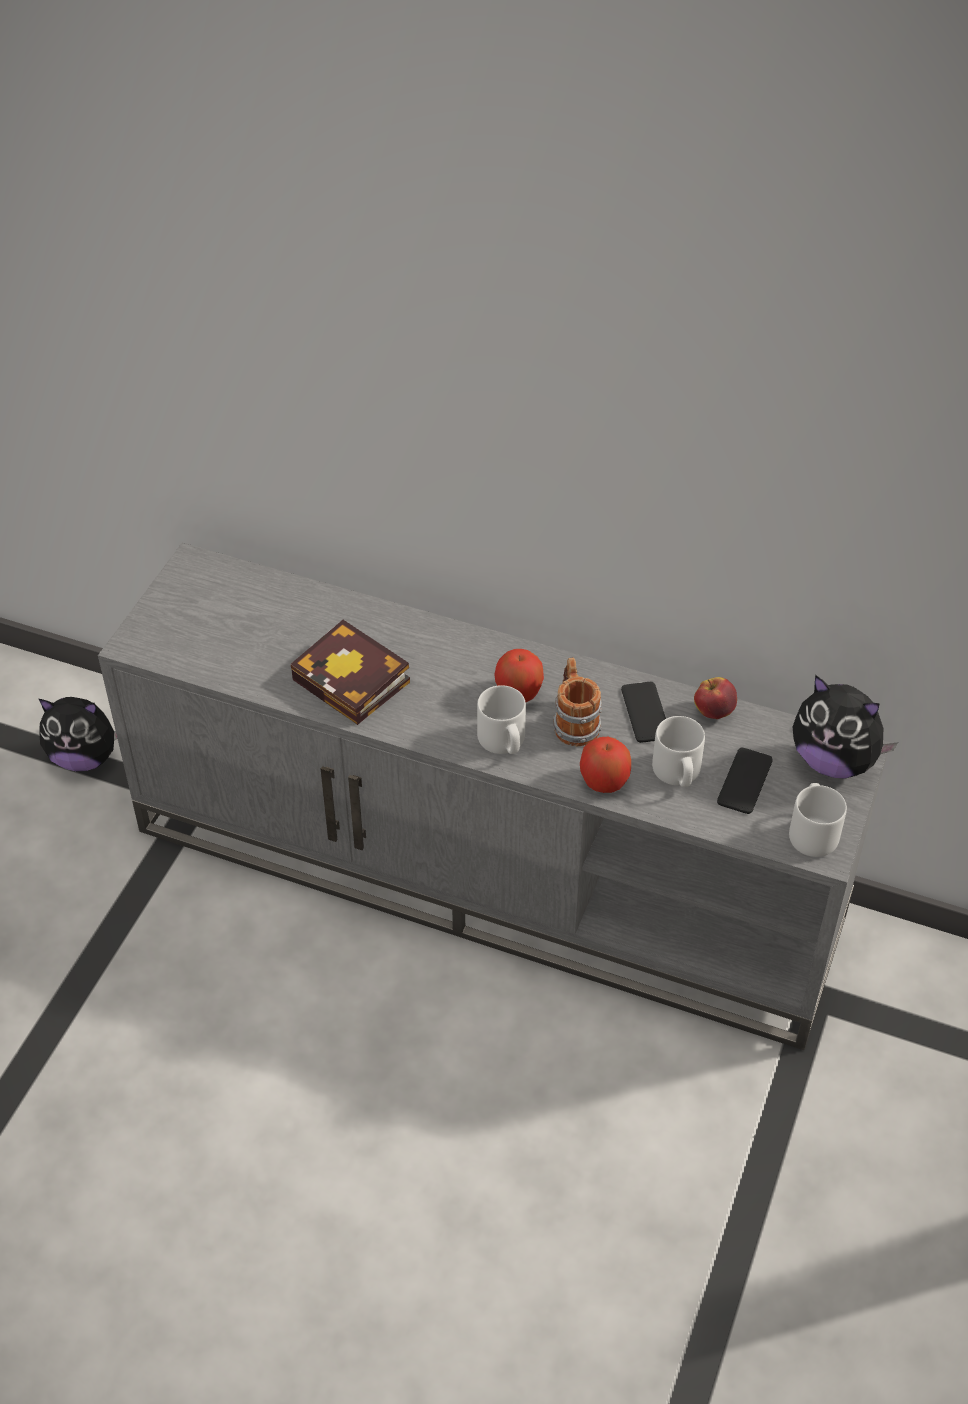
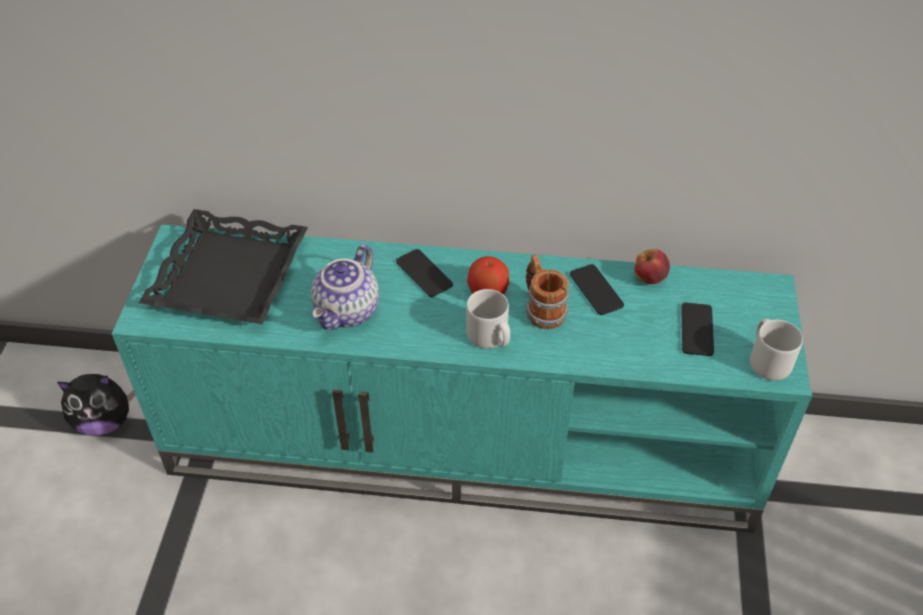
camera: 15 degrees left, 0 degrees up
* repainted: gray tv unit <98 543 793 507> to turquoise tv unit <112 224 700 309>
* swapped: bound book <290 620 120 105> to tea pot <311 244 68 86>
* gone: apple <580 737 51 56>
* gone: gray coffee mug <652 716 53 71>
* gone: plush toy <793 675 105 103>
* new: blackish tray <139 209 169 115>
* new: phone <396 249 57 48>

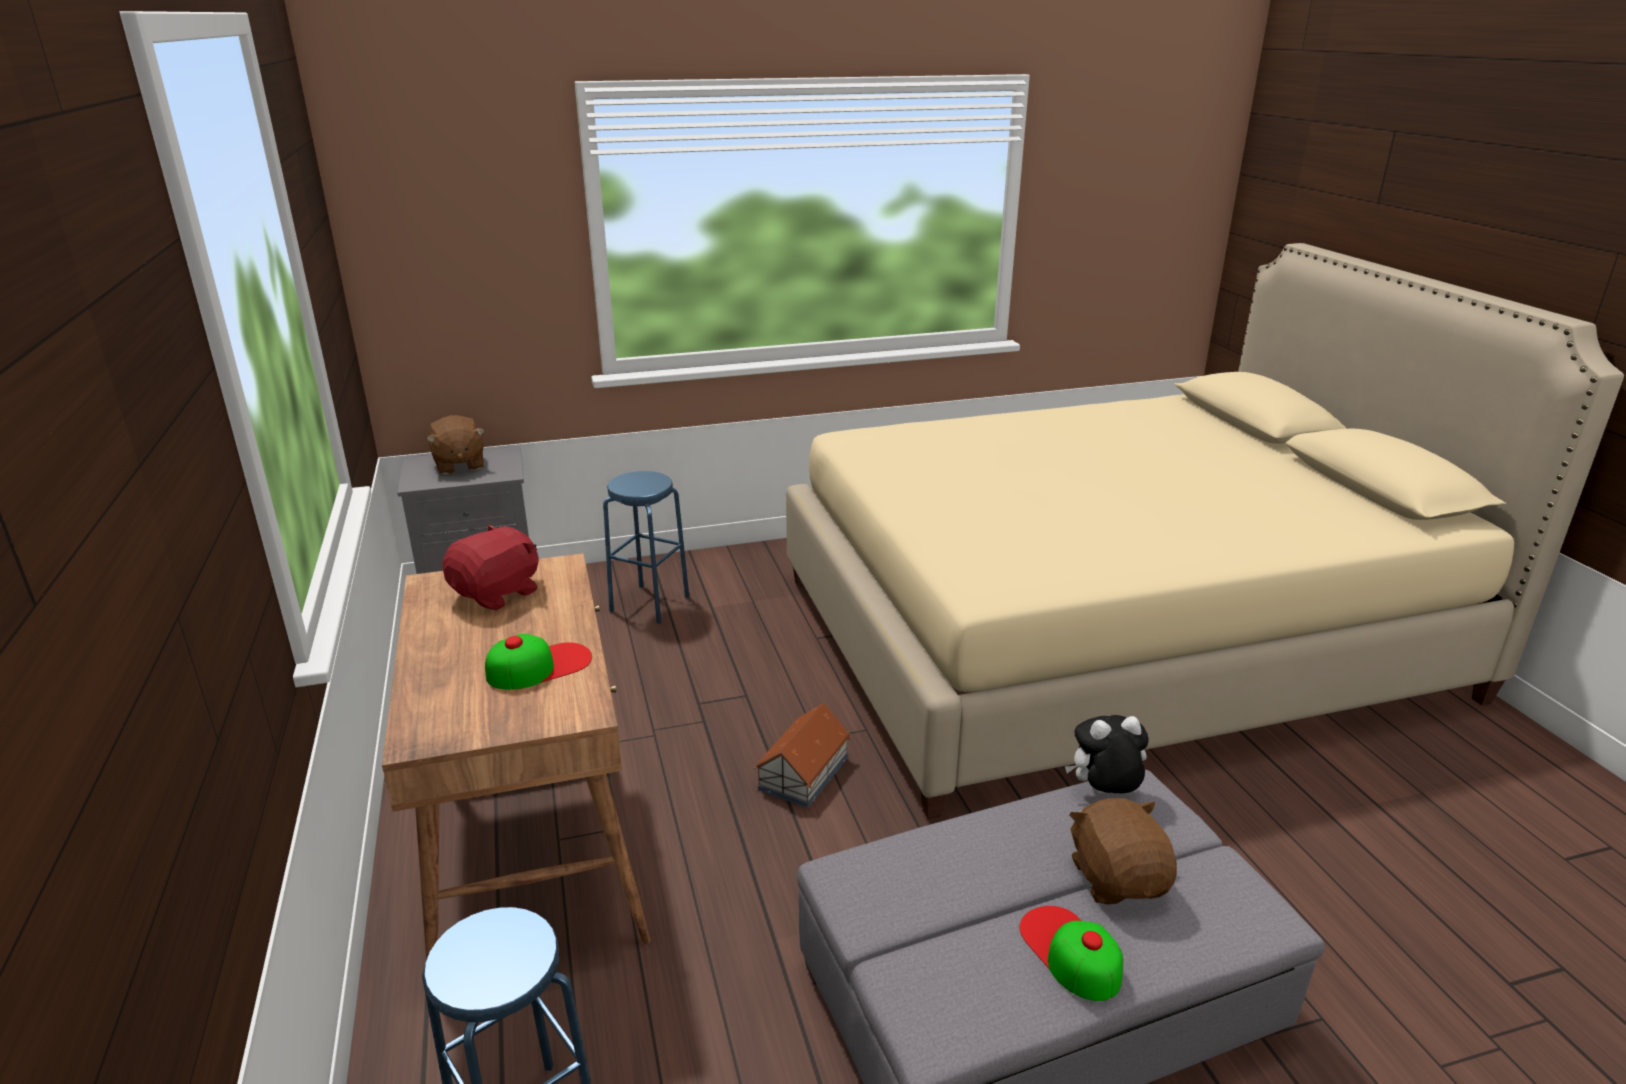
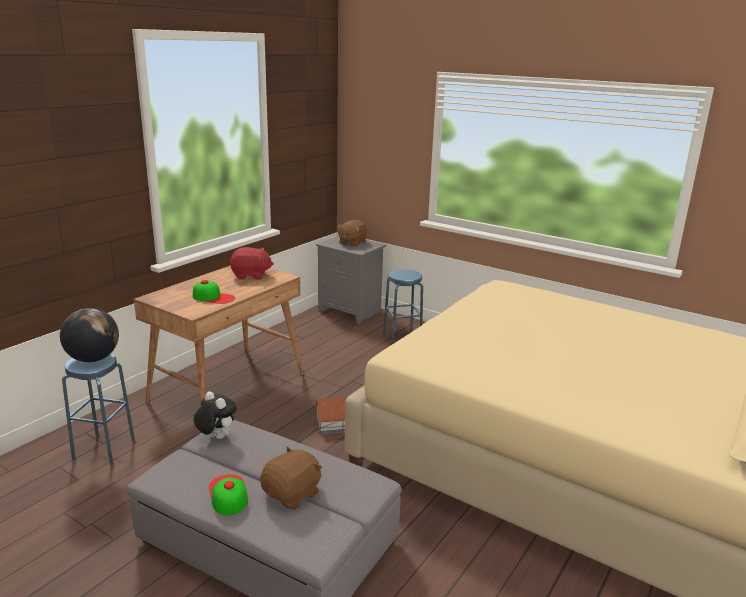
camera: 50 degrees right, 5 degrees down
* rotated: baseball cap <1019 906 104 95> = <209 475 39 40> 45 degrees counterclockwise
* shifted: plush toy <1065 715 84 79> to <193 391 43 48>
* new: desk globe <60 308 59 54>

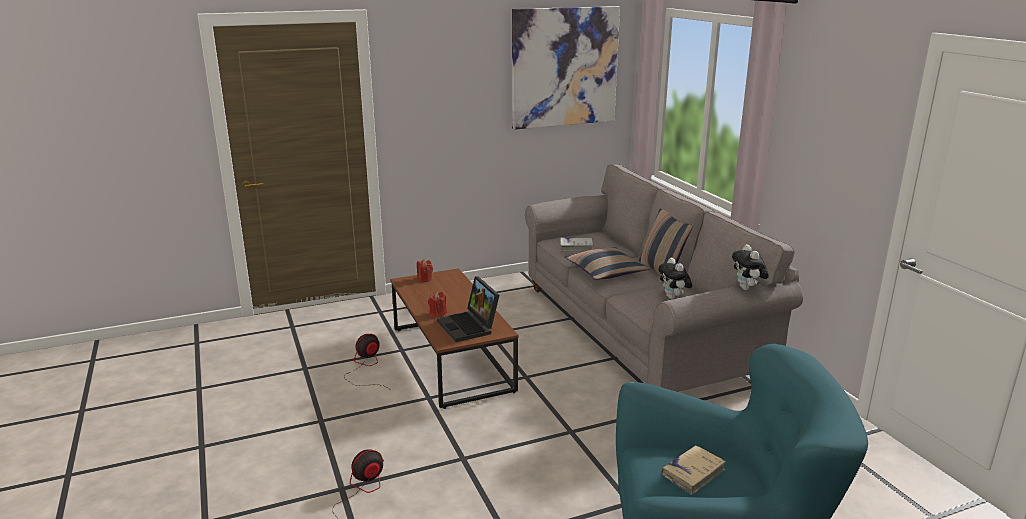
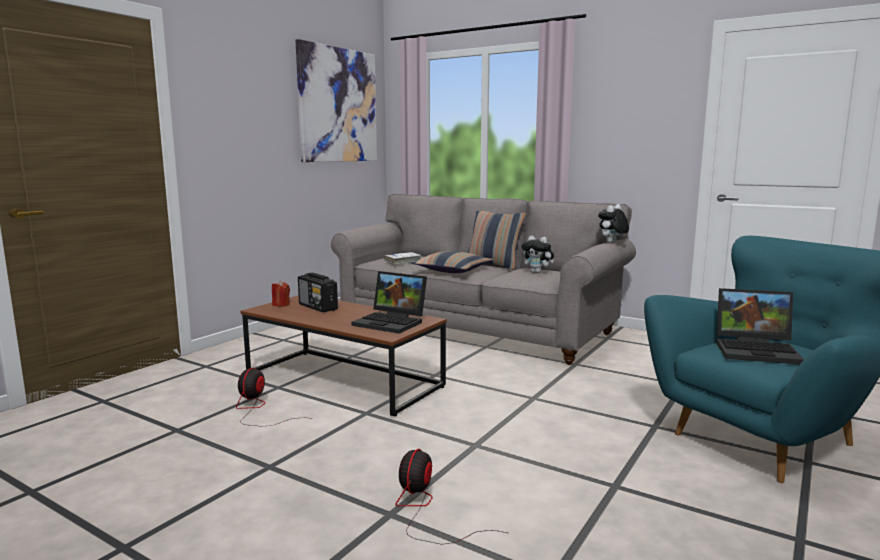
camera: 35 degrees left, 10 degrees down
* gone: reddish wax light <428 292 19 26>
* swapped: sand-coloured bound book <661 445 64 49> to portable computer <716 288 88 77>
* rotated: plush toy <732 244 37 46> = <598 204 31 39> 90 degrees clockwise
* new: radio <298 273 40 39>

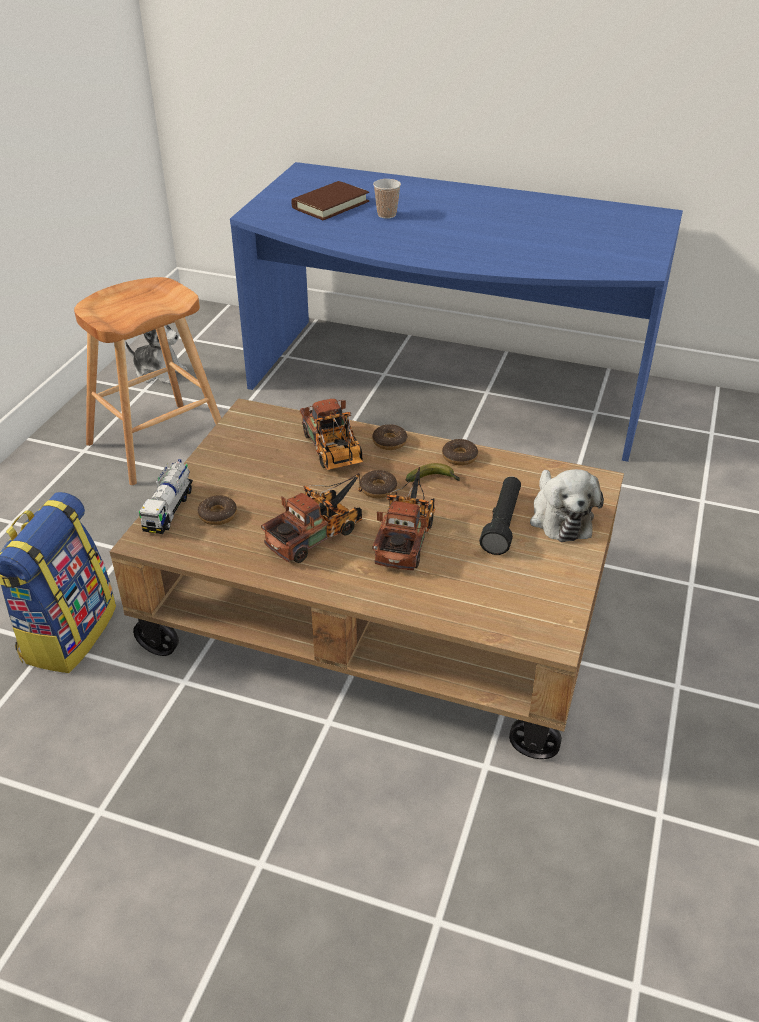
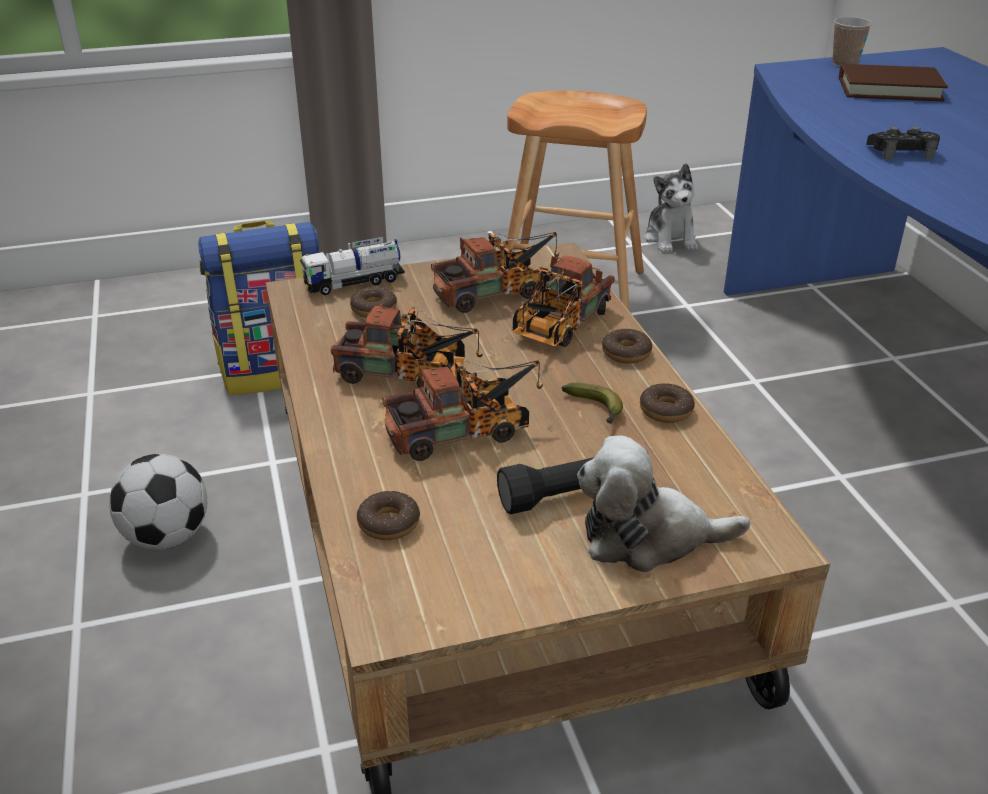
camera: 55 degrees right, 5 degrees down
* shifted: donut <360 470 37 28> to <357 491 63 49>
* shifted: small cup <373 179 28 40> to <833 17 39 50>
* rotated: plush toy <530 469 74 73> = <577 435 173 137> 45 degrees clockwise
* new: football ball <109 454 98 96>
* new: toy lorry <431 232 128 81>
* new: blackish gamepad <866 126 74 34>

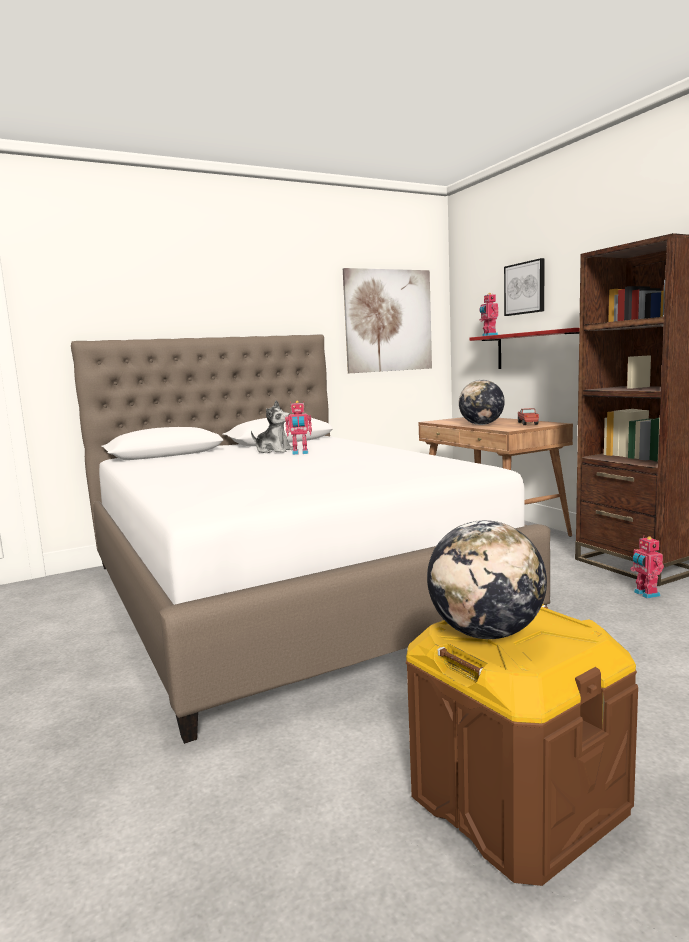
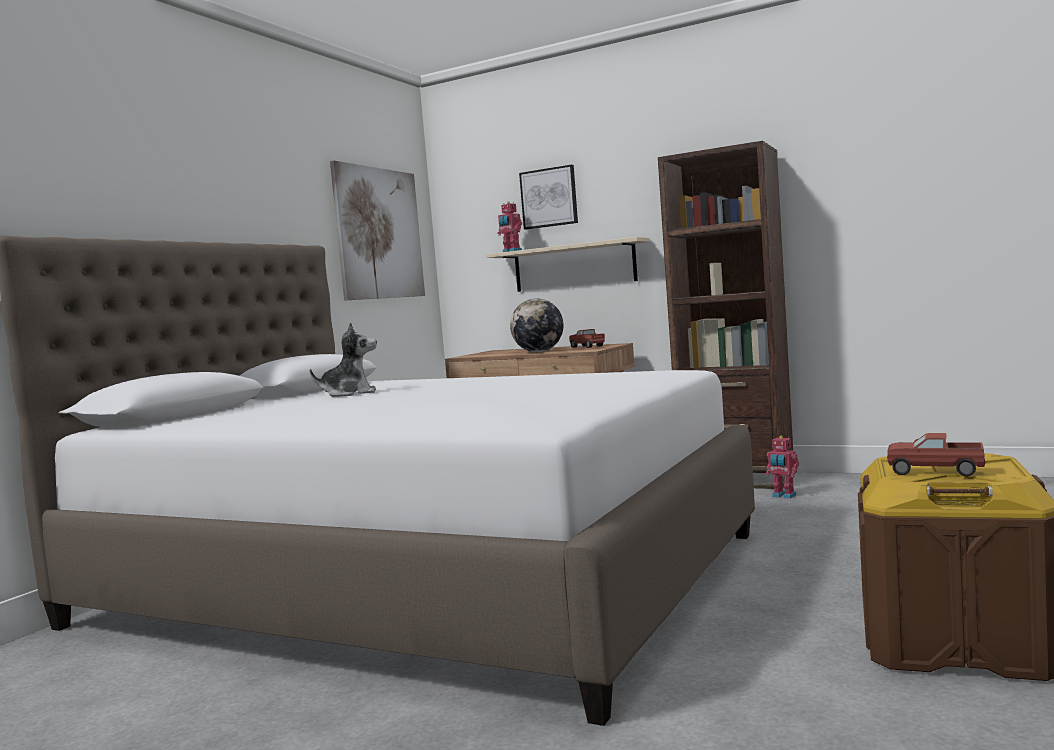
camera: 35 degrees left, 5 degrees down
* gone: model robot <285 401 27 54>
* swapped: desk globe <427 520 120 119> to toy lorry <887 433 99 43>
* repainted: reddish bracket shelf <469 328 110 41> to sand-coloured bracket shelf <486 237 164 55>

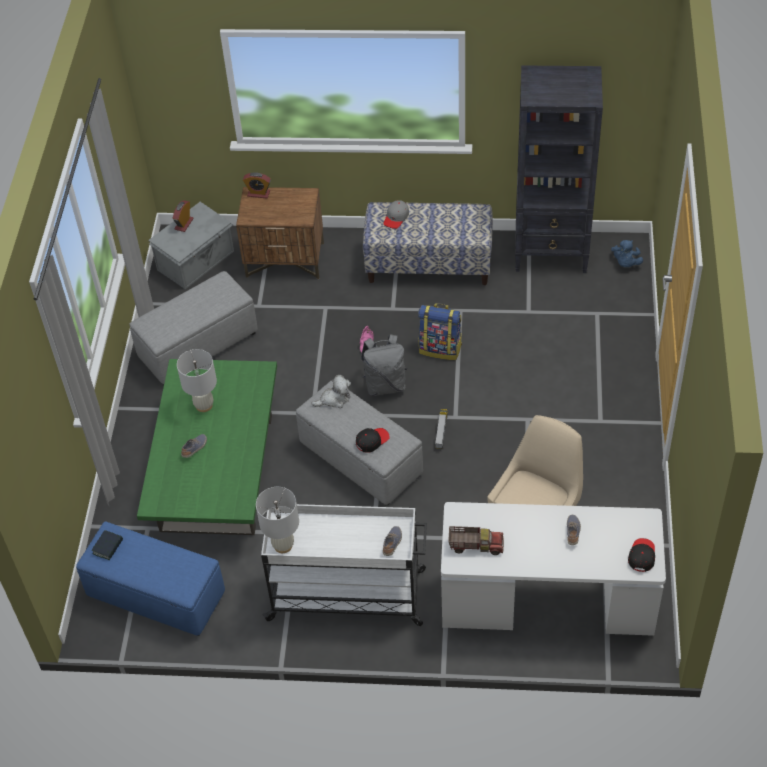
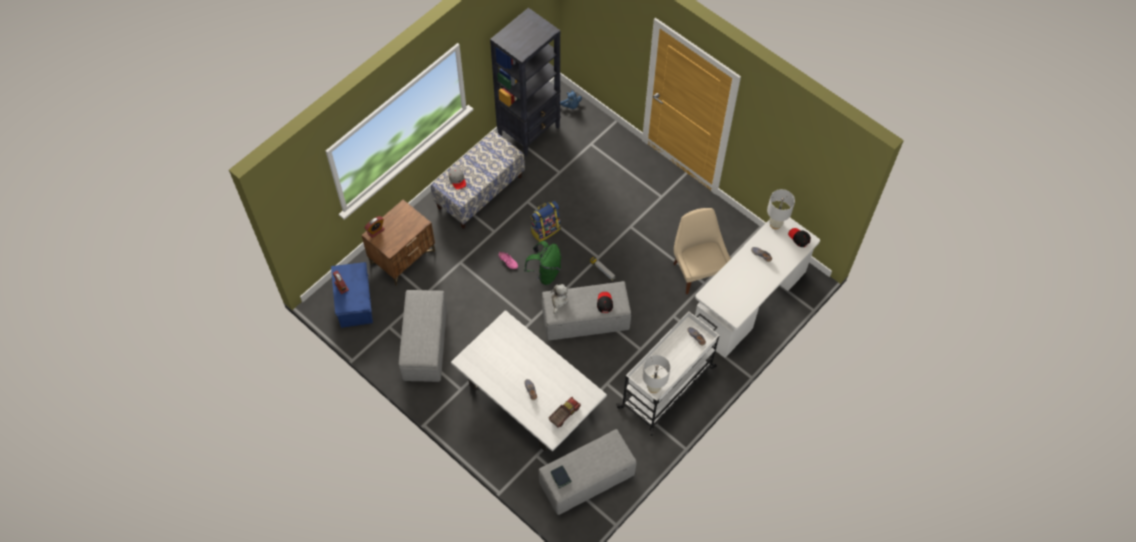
camera: 55 degrees left, 10 degrees up
* repainted: blue pouffe <76 522 149 114> to gray pouffe <539 429 97 86>
* repainted: greenish lounge table <137 359 140 176> to white-coloured lounge table <451 310 156 142>
* repainted: gray storage bin <148 202 86 87> to blue storage bin <331 262 42 66>
* shifted: white-coloured tabletop lamp <177 349 40 63> to <767 189 28 40>
* repainted: gray backpack <361 334 46 62> to greenish backpack <524 241 37 44>
* shifted: toy lorry <448 526 56 29> to <549 397 32 31>

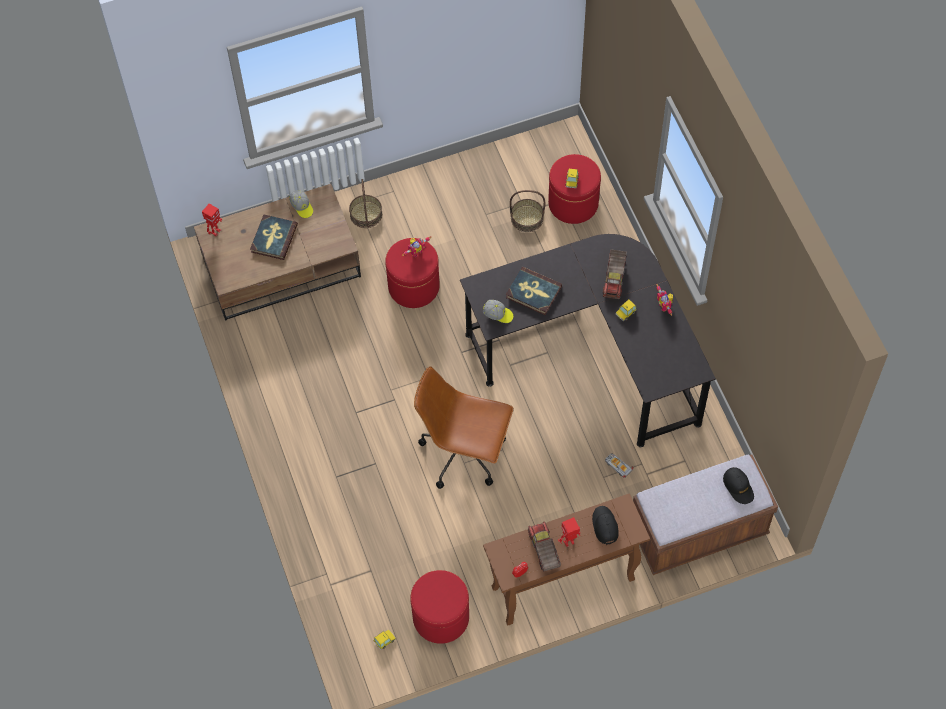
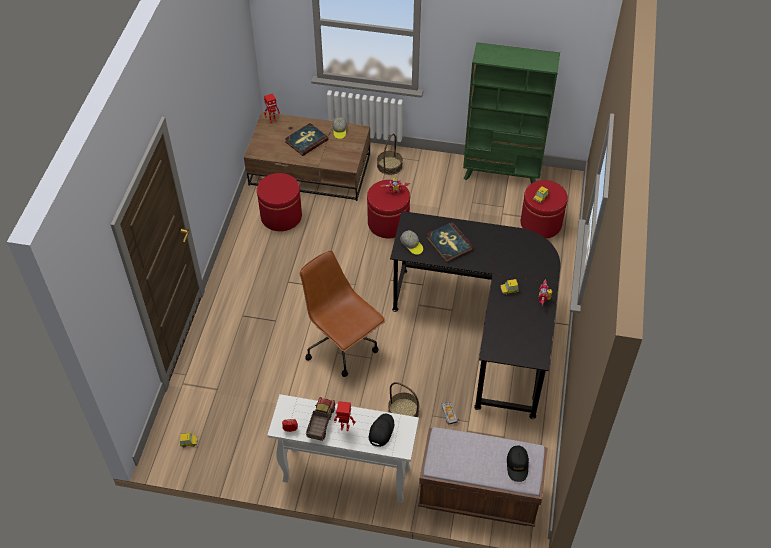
camera: 30 degrees right, 10 degrees down
* shifted: reddish pouffe <410 570 59 74> to <257 173 45 58>
* repainted: brownish console table <483 493 167 133> to white-coloured console table <267 394 152 109>
* shifted: basket <510 190 35 42> to <388 382 31 35>
* gone: toy lorry <603 249 24 50>
* new: greenish bookcase <463 42 97 141>

